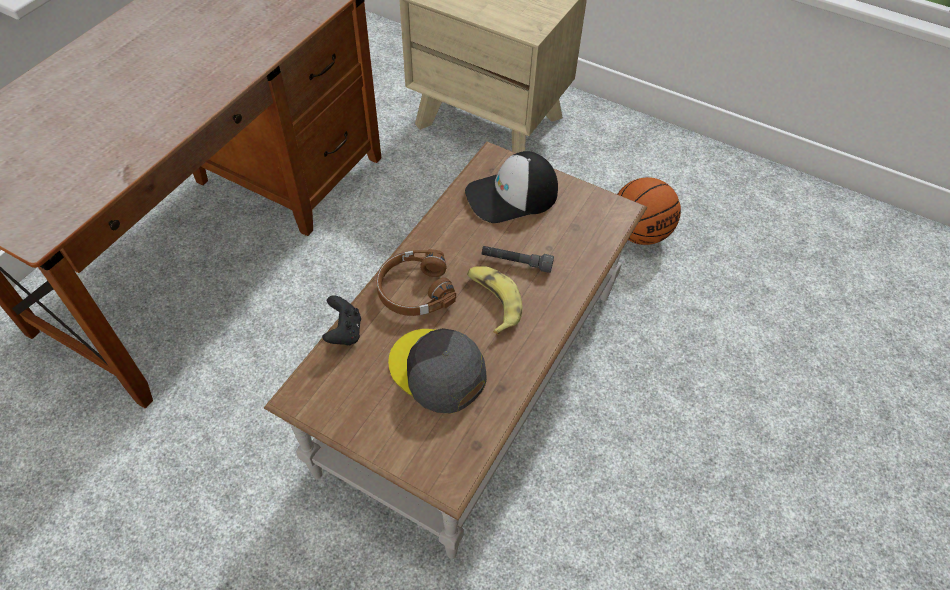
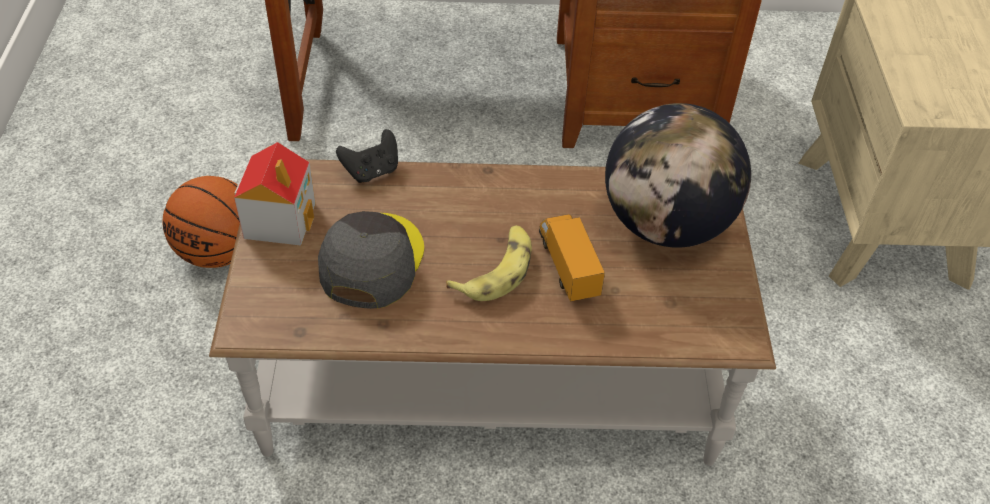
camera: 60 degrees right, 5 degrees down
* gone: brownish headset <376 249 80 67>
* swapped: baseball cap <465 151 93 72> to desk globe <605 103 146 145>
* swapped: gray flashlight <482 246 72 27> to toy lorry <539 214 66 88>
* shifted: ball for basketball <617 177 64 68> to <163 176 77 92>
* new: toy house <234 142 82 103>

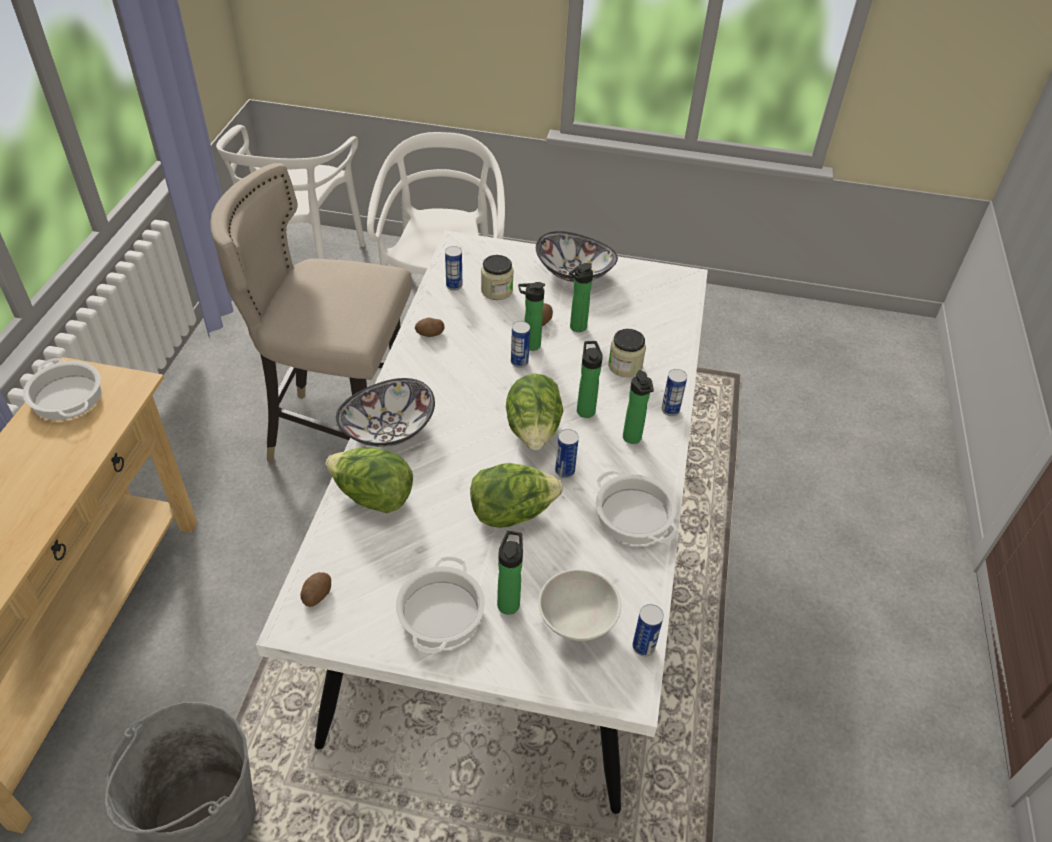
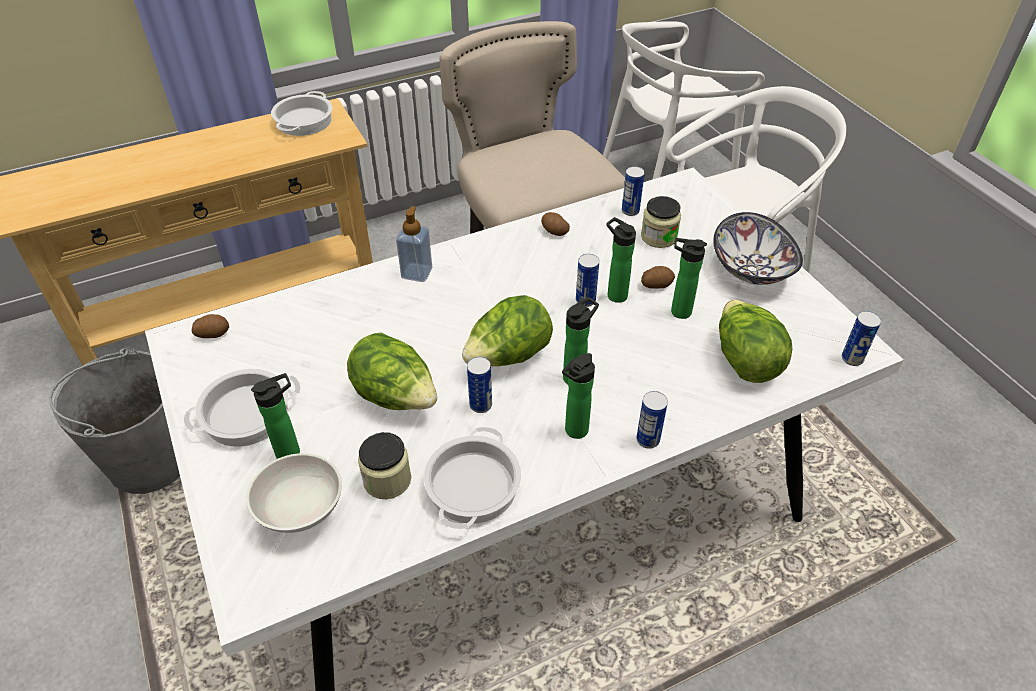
camera: 55 degrees right, 0 degrees up
* shifted: lettuce head <325 447 88 66> to <719 300 73 83>
* swapped: bowl <336 378 99 69> to soap dispenser <396 206 36 76>
* shifted: storage jar <608 329 38 49> to <358 432 53 67>
* shifted: can <632 604 32 52> to <842 311 39 55>

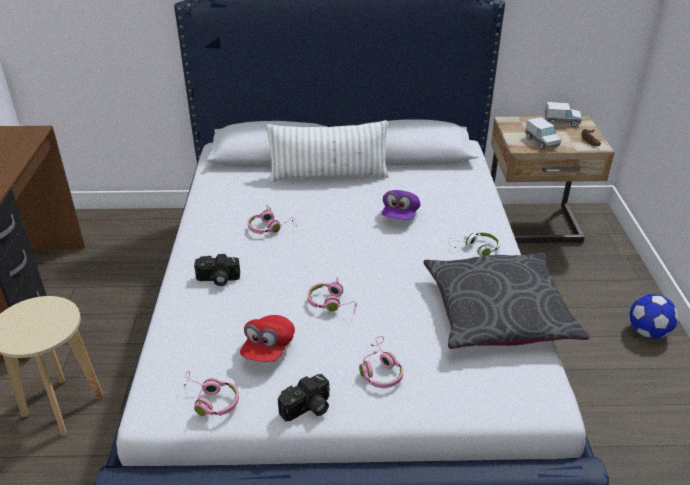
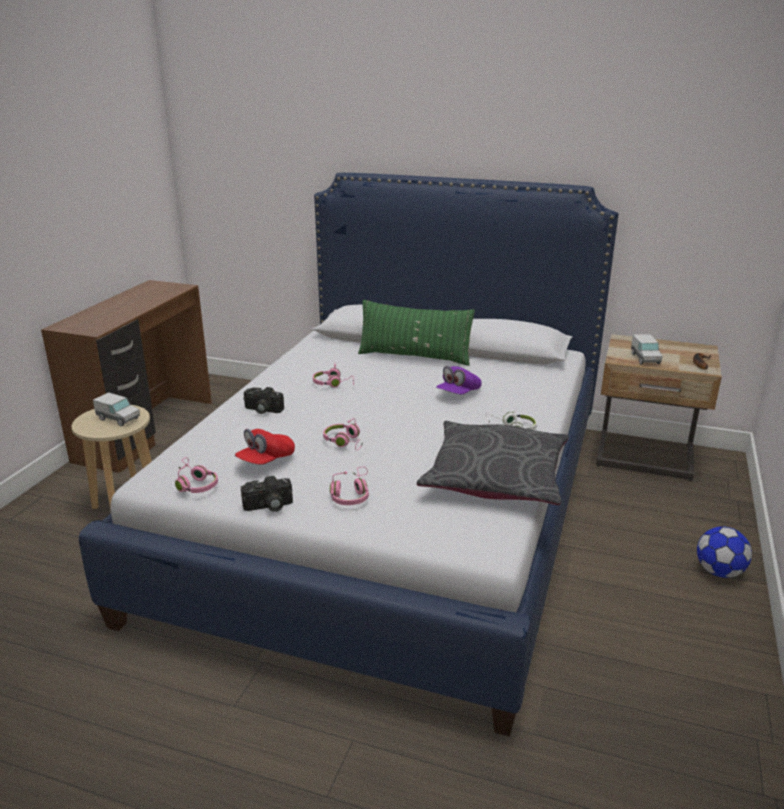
camera: 20 degrees right, 10 degrees down
* repainted: white-coloured cushion <266 120 122 62> to greenish cushion <358 300 117 66>
* shifted: toy lorry <545 102 37 25> to <93 392 47 34>

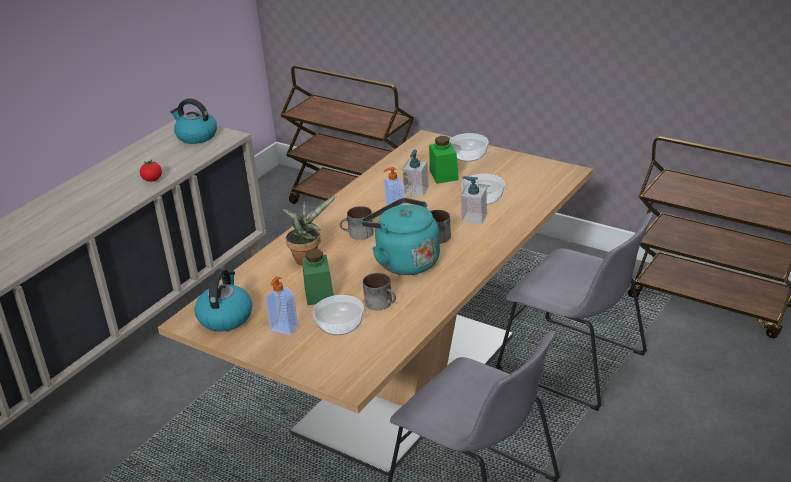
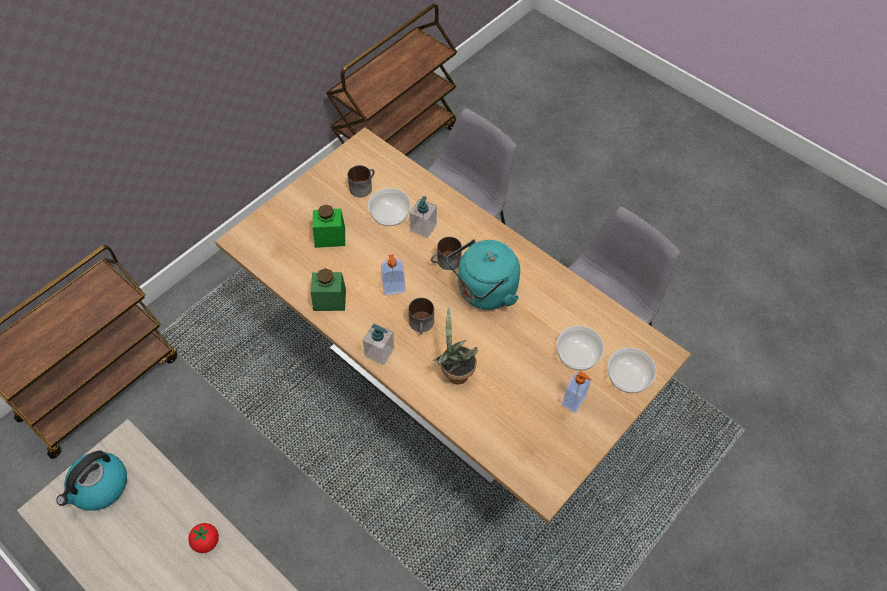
camera: 85 degrees left, 25 degrees up
* gone: tea kettle <195 269 57 63>
* shifted: greenish storage jar <302 249 32 56> to <311 268 35 43>
* shifted: coffee mug <363 273 33 37> to <348 165 27 32>
* shifted: soap dispenser <402 150 27 46> to <363 323 31 42>
* shifted: bowl <449 133 40 29> to <608 348 48 45>

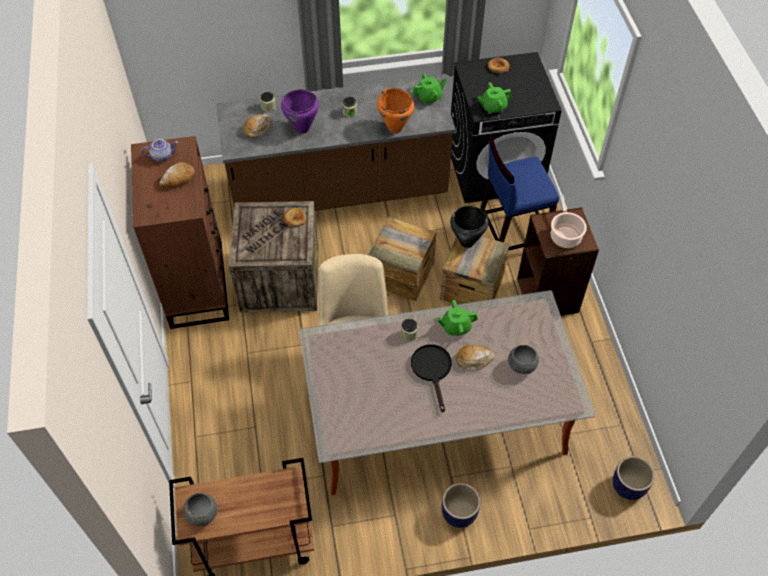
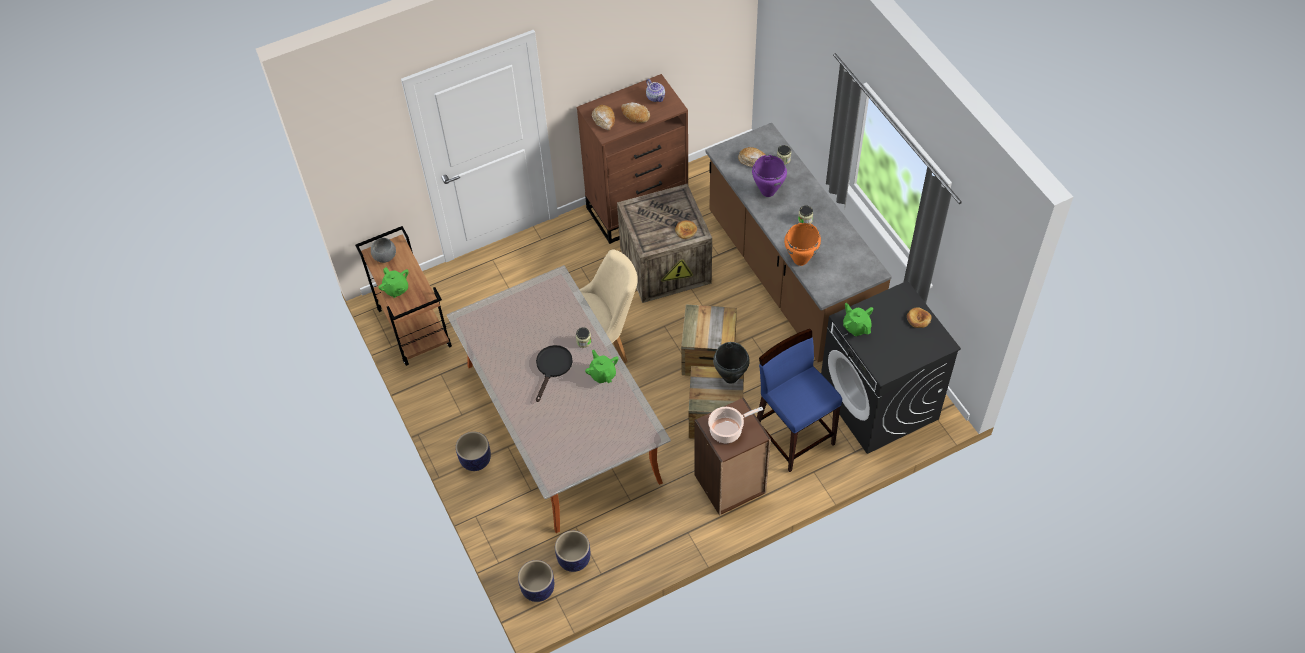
camera: 75 degrees right, 0 degrees up
* rotated: blackish skillet <411 344 41 68> = <536 345 37 57> 45 degrees counterclockwise
* shifted: greenish tea pot <412 73 35 31> to <378 267 31 31>
* shifted: baked bread <456 345 39 24> to <592 105 23 26>
* gone: gray bowl <508 345 31 29>
* new: flower pot <555 531 36 41>

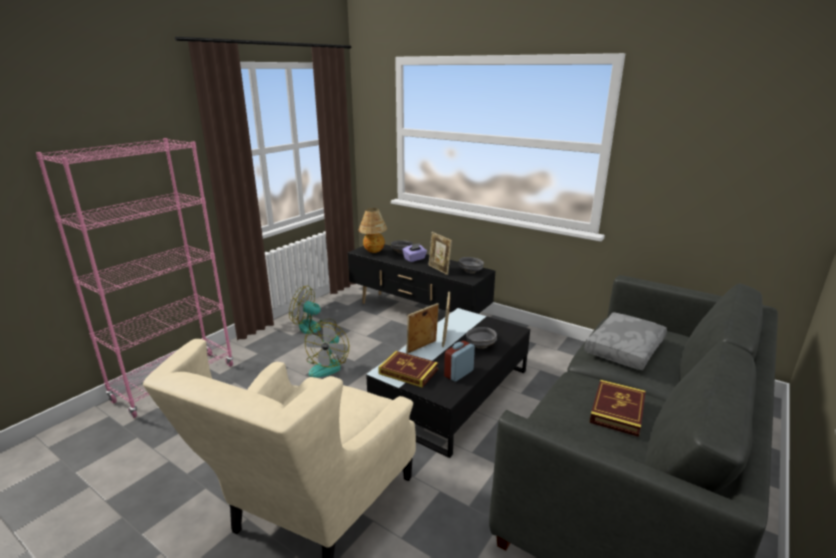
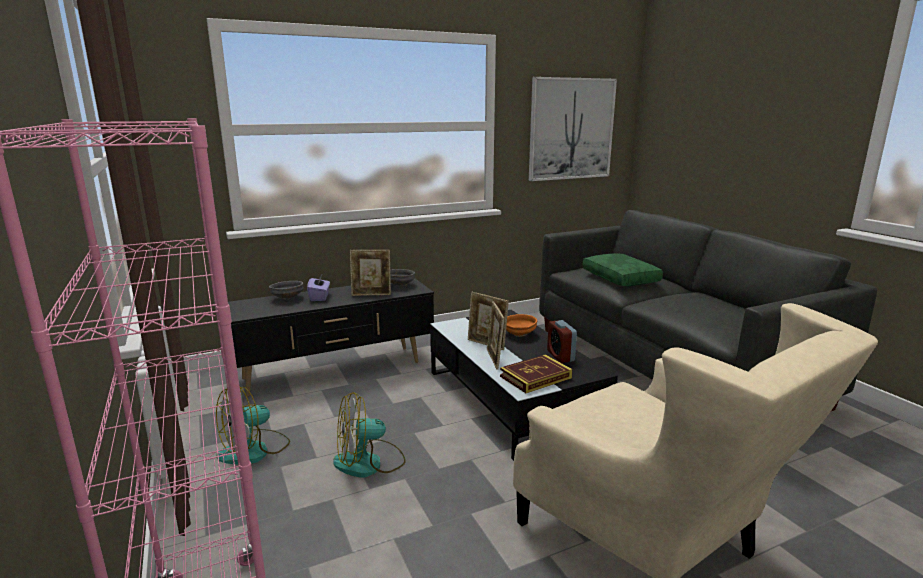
camera: 60 degrees left, 5 degrees down
* rotated: fan <305 322 44 56> = <333 392 73 86> 120 degrees clockwise
* gone: tabletop lamp <359 208 28 45>
* repainted: gray bowl <466 327 31 22> to orange bowl <506 314 31 23>
* repainted: gray cushion <584 312 83 58> to greenish cushion <582 253 81 33>
* gone: bound book <589 380 57 57>
* new: wall picture <529 77 88 104>

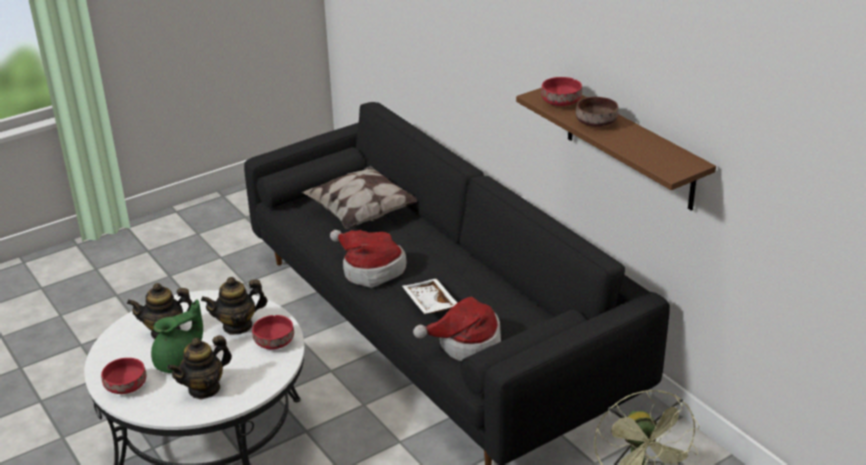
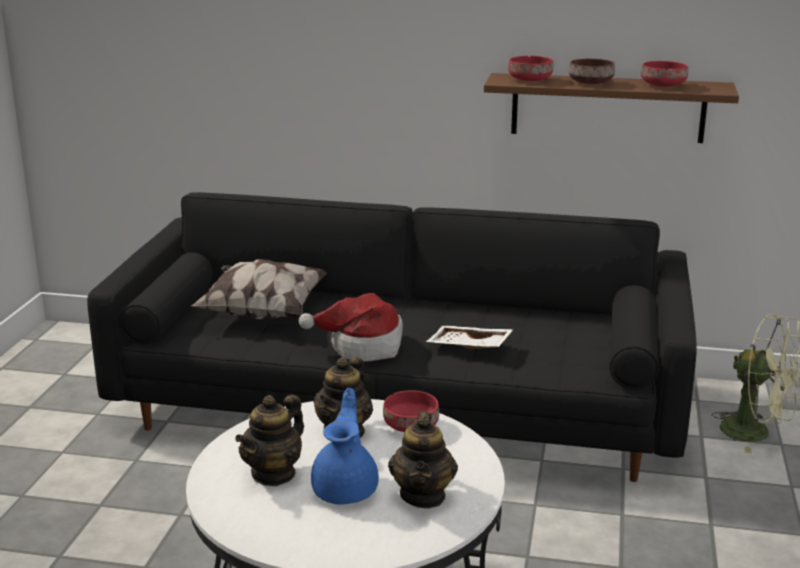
camera: 45 degrees left, 10 degrees down
* shifted: reddish bowl <101 358 45 36> to <641 61 47 26>
* repainted: greenish tea pot <151 299 52 74> to blue tea pot <311 388 68 117>
* gone: wearable hat <413 297 88 64>

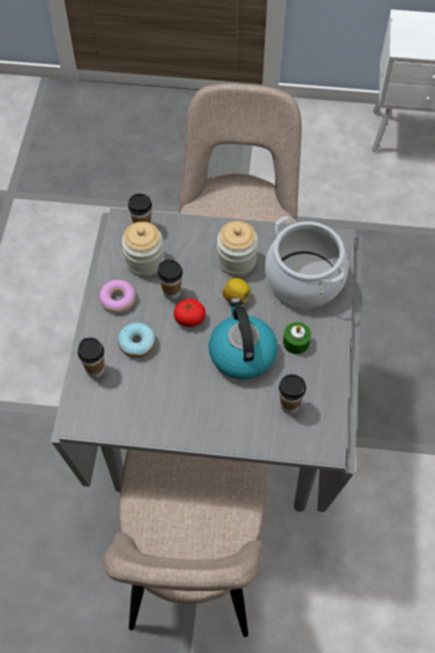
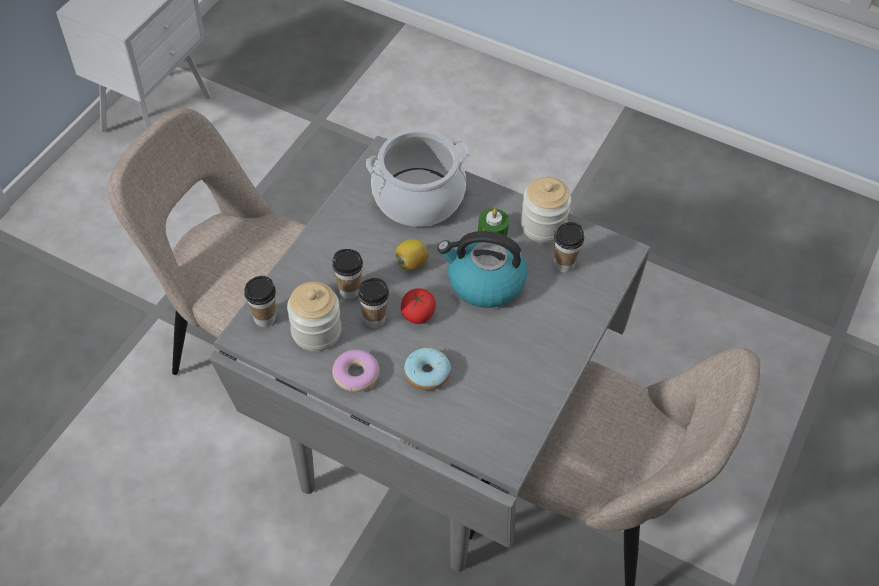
camera: 70 degrees left, 5 degrees down
* shifted: small cup <78 337 27 41> to <332 249 31 50>
* shifted: storage jar <217 221 41 55> to <520 177 51 66>

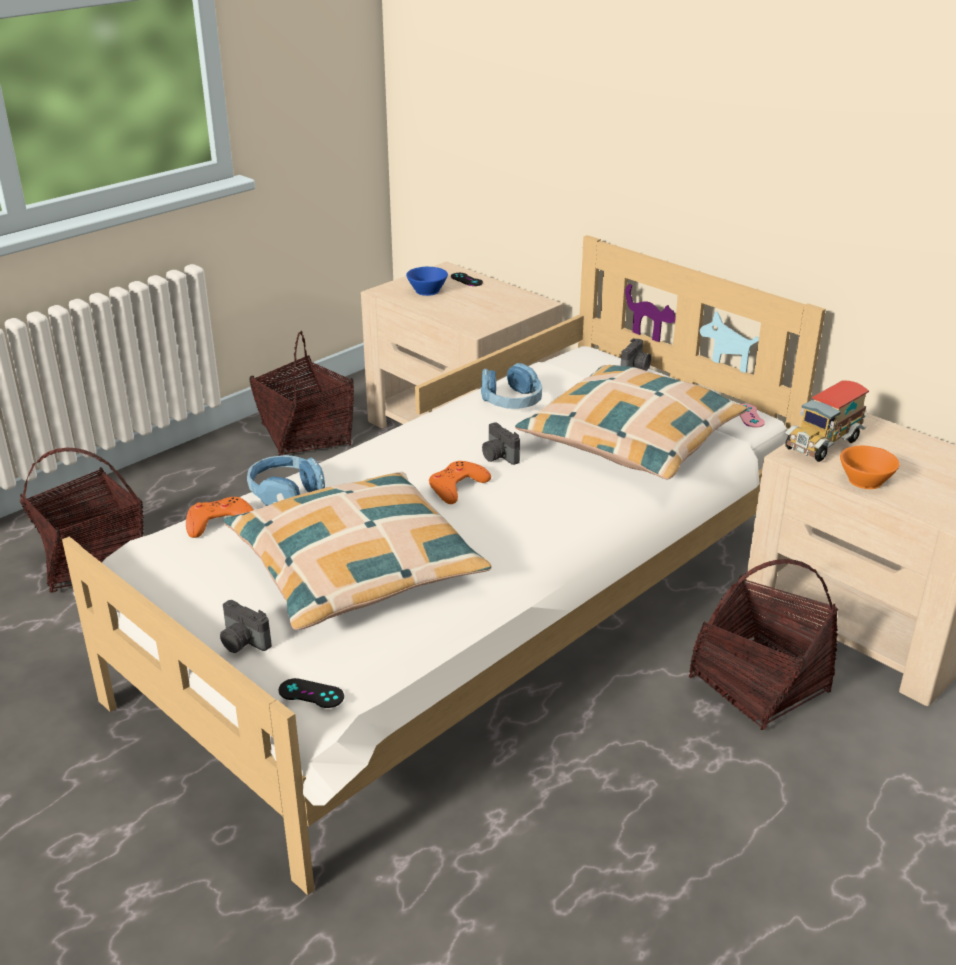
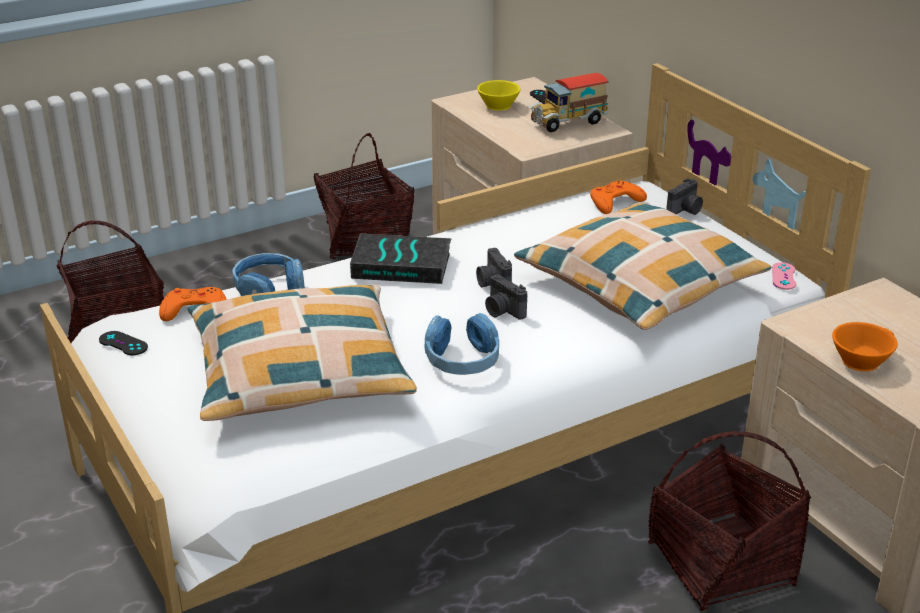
camera: 15 degrees right, 0 degrees up
* shifted: still camera <220 600 52 53> to <485 274 42 46>
* shifted: blackish gamepad <279 678 65 30> to <99 331 49 24>
* repainted: blue small cup <406 267 42 29> to yellowish small cup <477 80 44 31>
* shifted: orange gamepad <429 461 62 43> to <590 181 57 33>
* shifted: blue headset <481 363 61 46> to <425 313 74 62>
* shifted: toy lorry <785 380 84 82> to <529 73 80 59>
* new: bound book <350 233 102 51>

